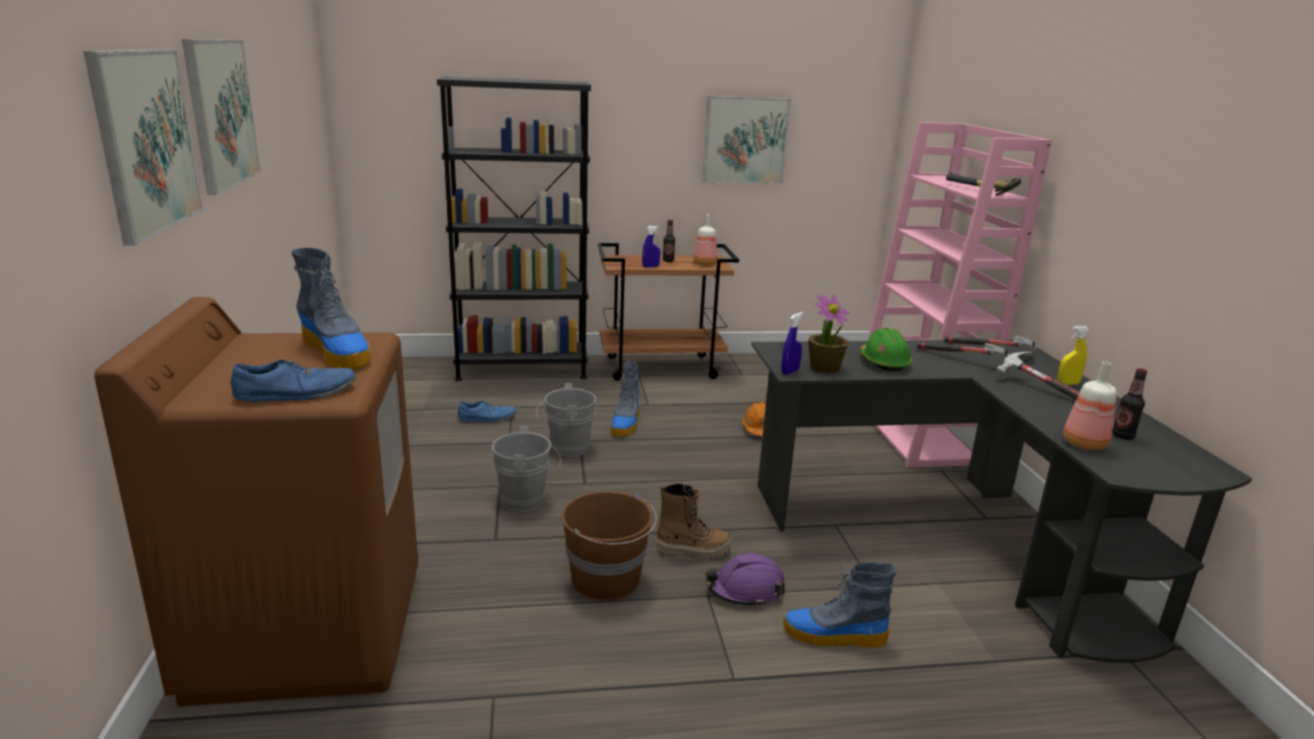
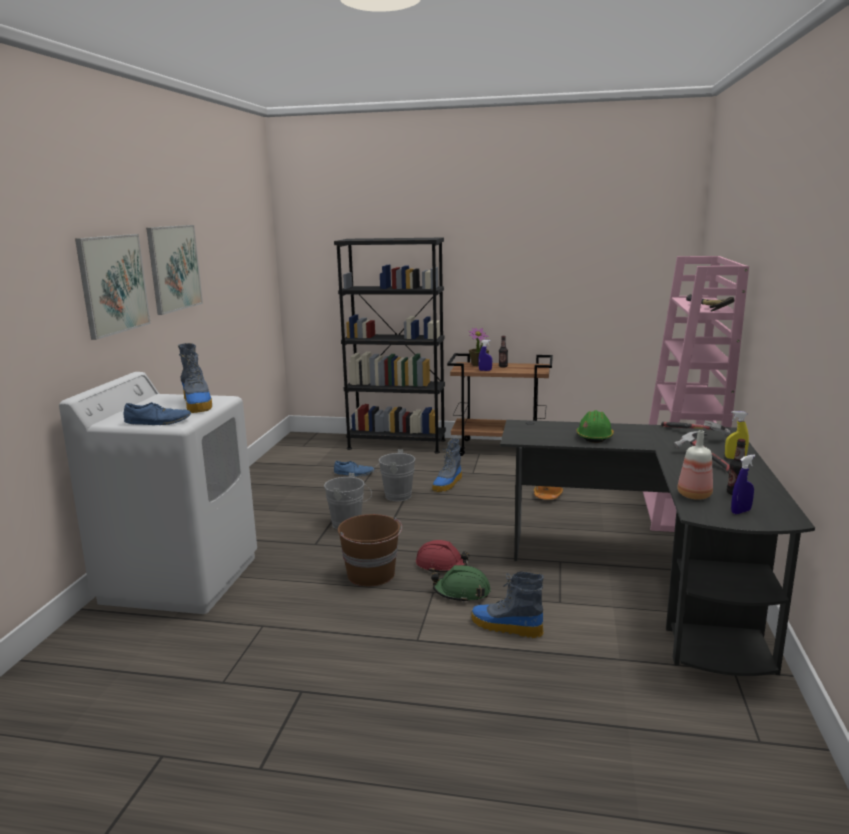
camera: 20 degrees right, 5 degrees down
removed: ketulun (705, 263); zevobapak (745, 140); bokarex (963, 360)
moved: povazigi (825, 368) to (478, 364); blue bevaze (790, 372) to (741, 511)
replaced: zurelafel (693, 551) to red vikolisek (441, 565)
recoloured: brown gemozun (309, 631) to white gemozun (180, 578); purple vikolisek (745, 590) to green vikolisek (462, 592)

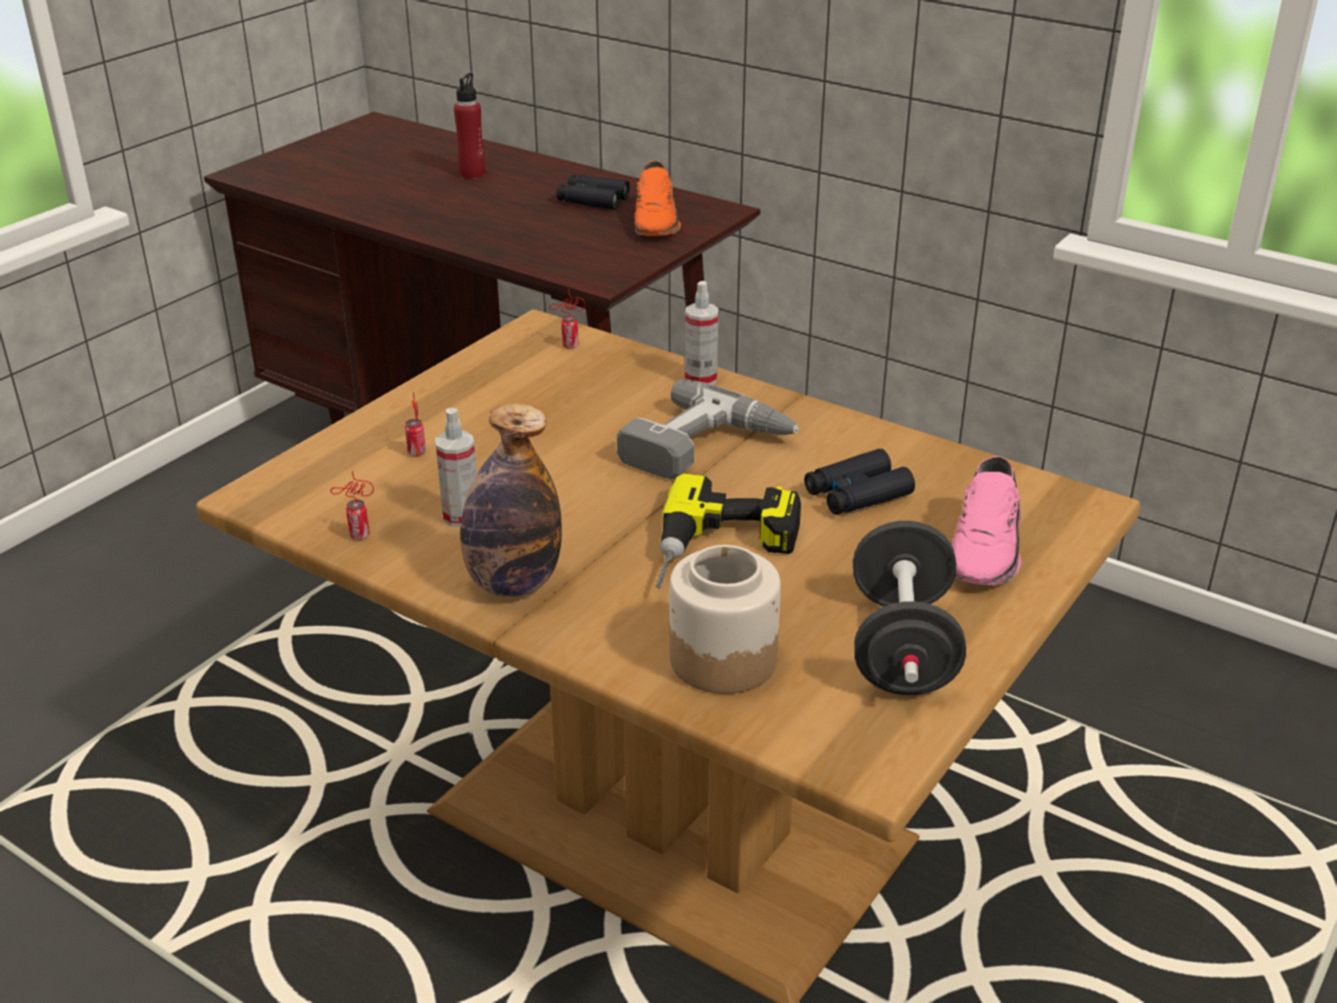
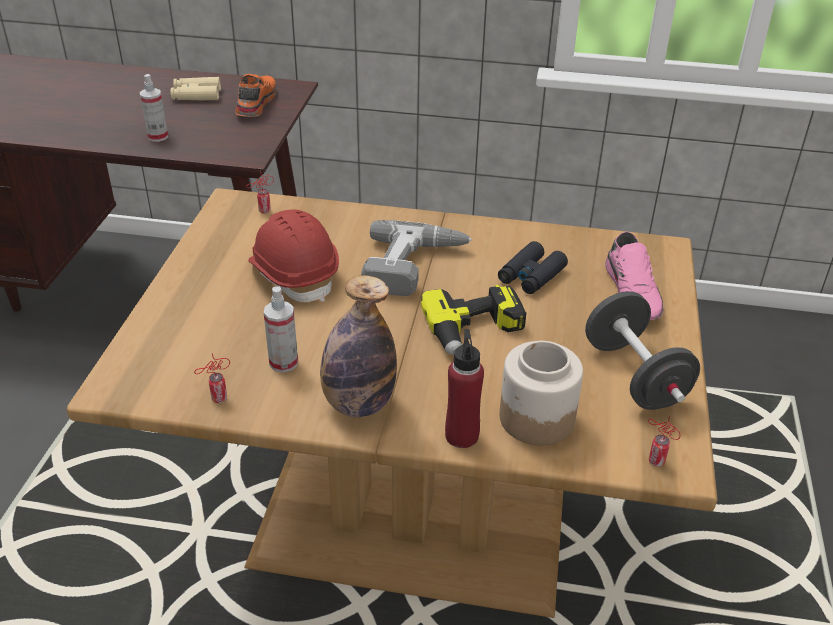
camera: 25 degrees left, 5 degrees up
added: red vikolisek (294, 275)
moved: bevaze (700, 379) to (158, 137); red ketulun (472, 174) to (462, 435); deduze (416, 451) to (654, 460)
recoloured: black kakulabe (593, 200) to beige kakulabe (196, 95)
turned: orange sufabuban (658, 221) = (254, 103) 150 degrees counterclockwise

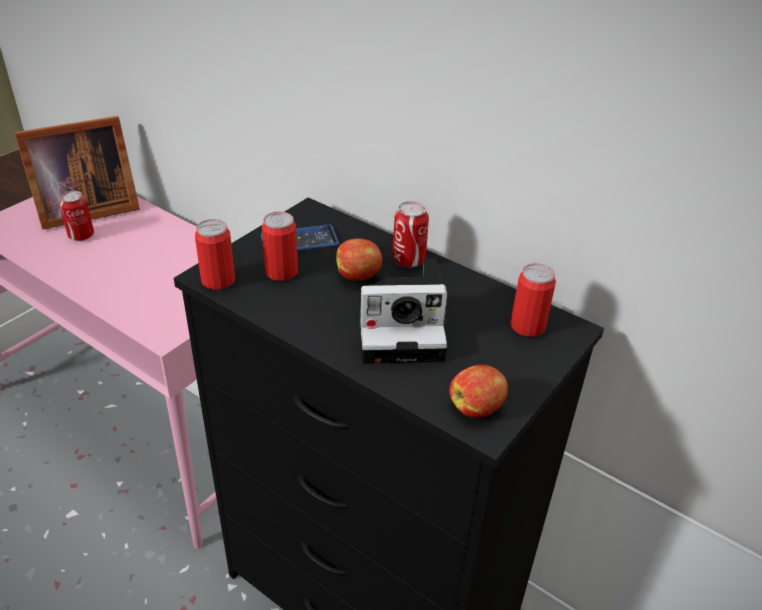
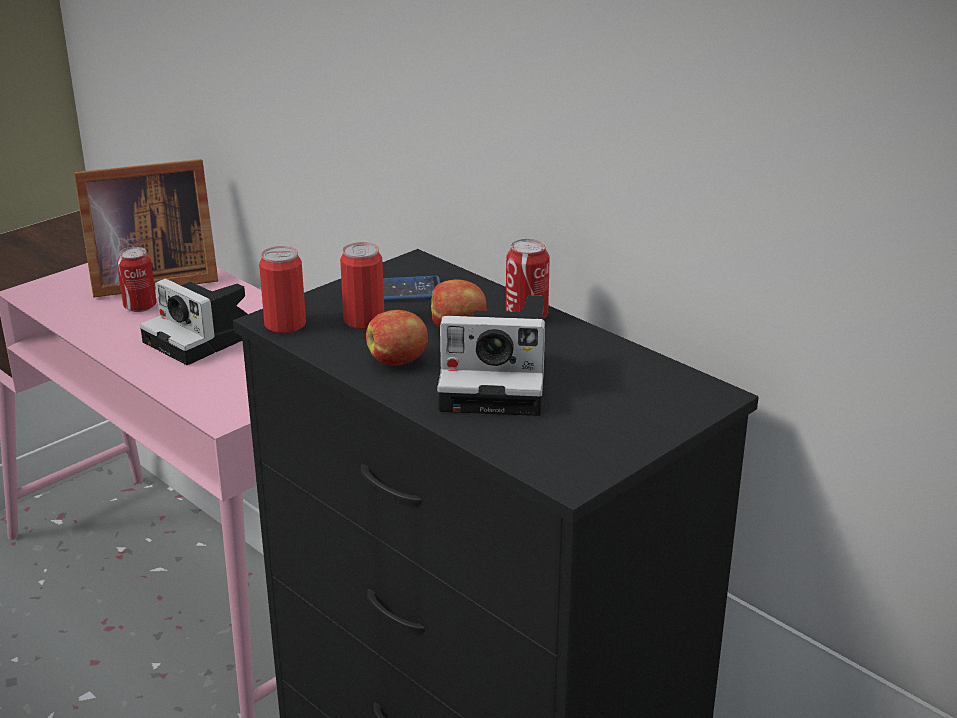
camera: 10 degrees right, 10 degrees down
removed: deduze (527, 326)
added: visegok (205, 338)
moved: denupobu (476, 408) to (398, 361)

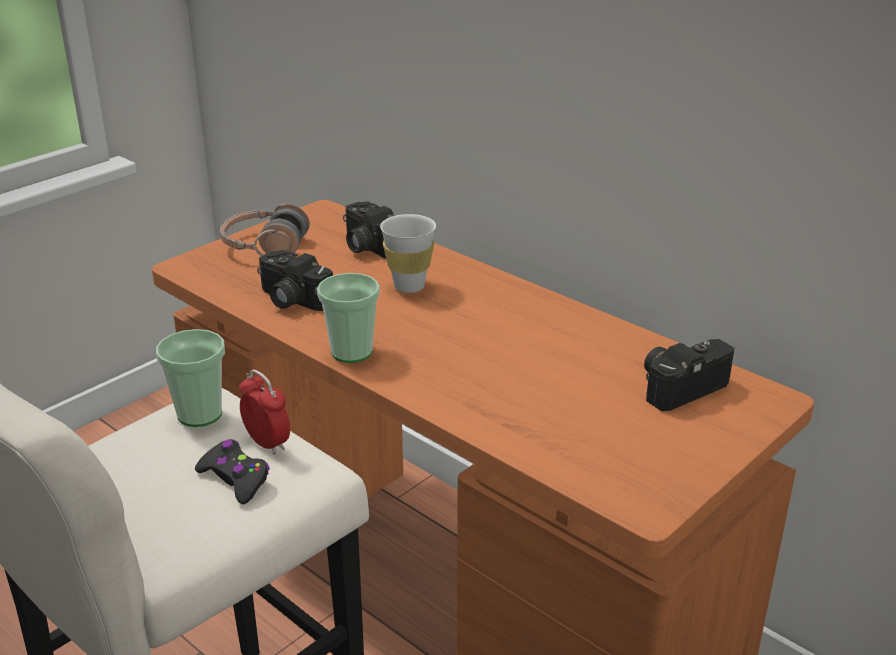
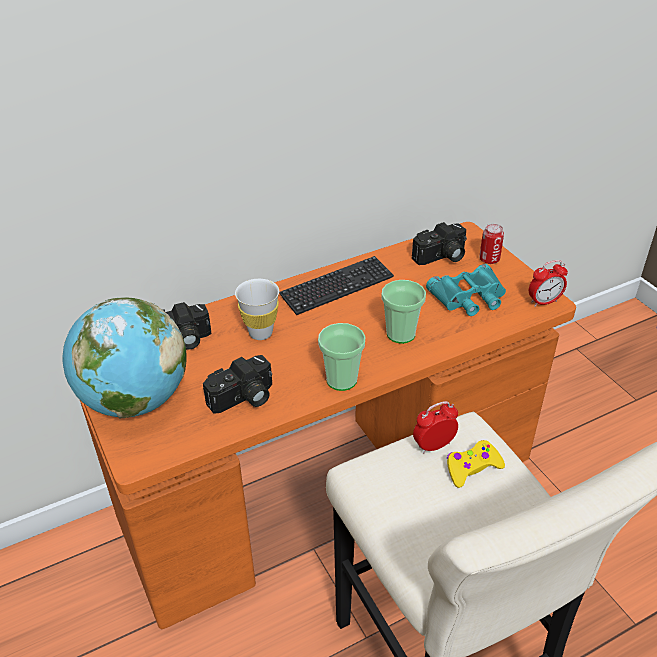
camera: 70 degrees left, 10 degrees up
added: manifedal (337, 287); turquoise kakulabe (469, 297); deduze (489, 259); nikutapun (544, 302)
moved: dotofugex (200, 414) to (401, 334)
replaced: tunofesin (265, 246) to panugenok (135, 400)
recoloured: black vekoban (235, 479) to yellow vekoban (472, 468)
turned: visegok (680, 386) = (441, 257) 105 degrees counterclockwise

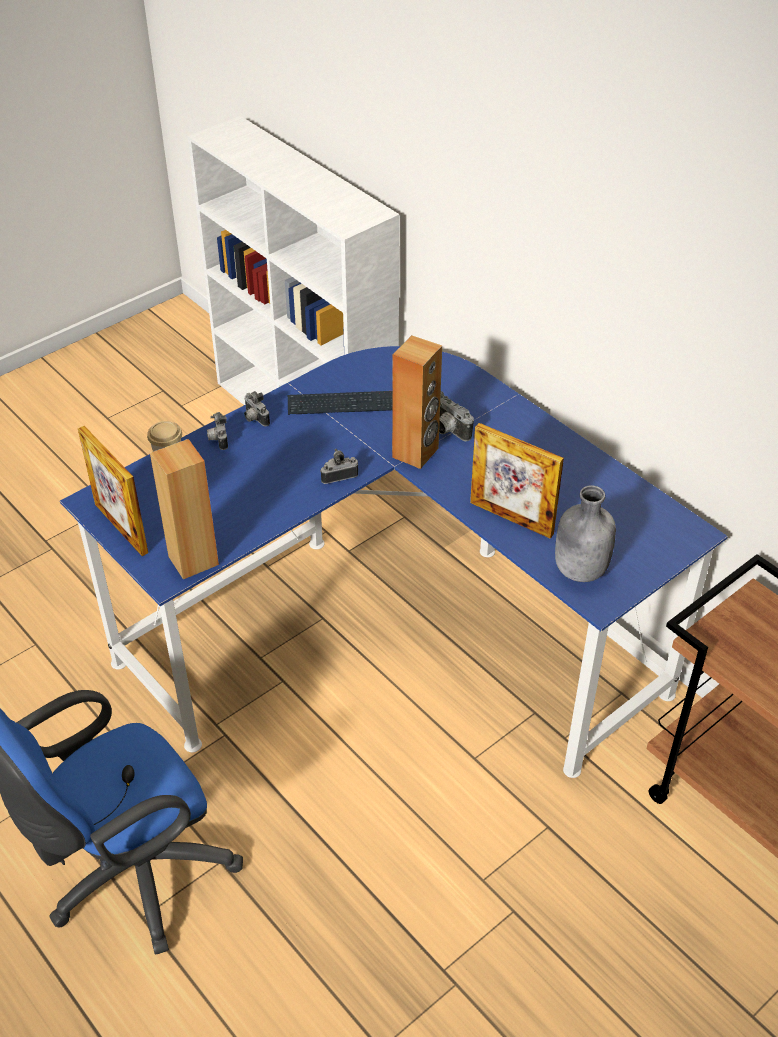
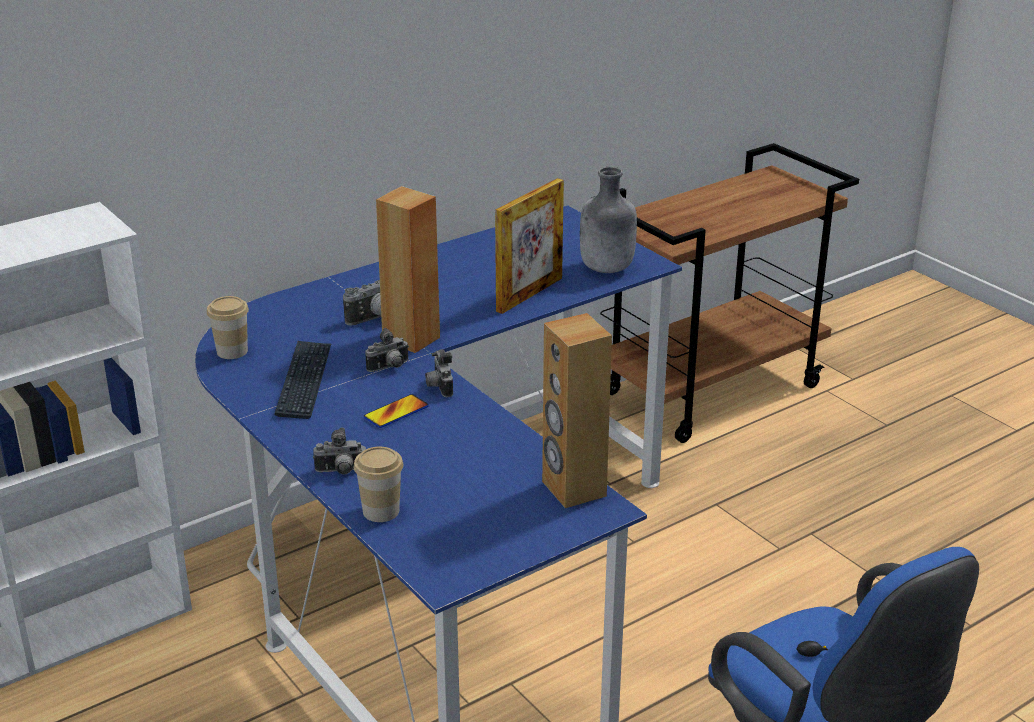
camera: 85 degrees left, 15 degrees down
removed: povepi (121, 528)
added: dotofugex (232, 351); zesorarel (396, 412)
moved: visegok (254, 419) to (389, 368)

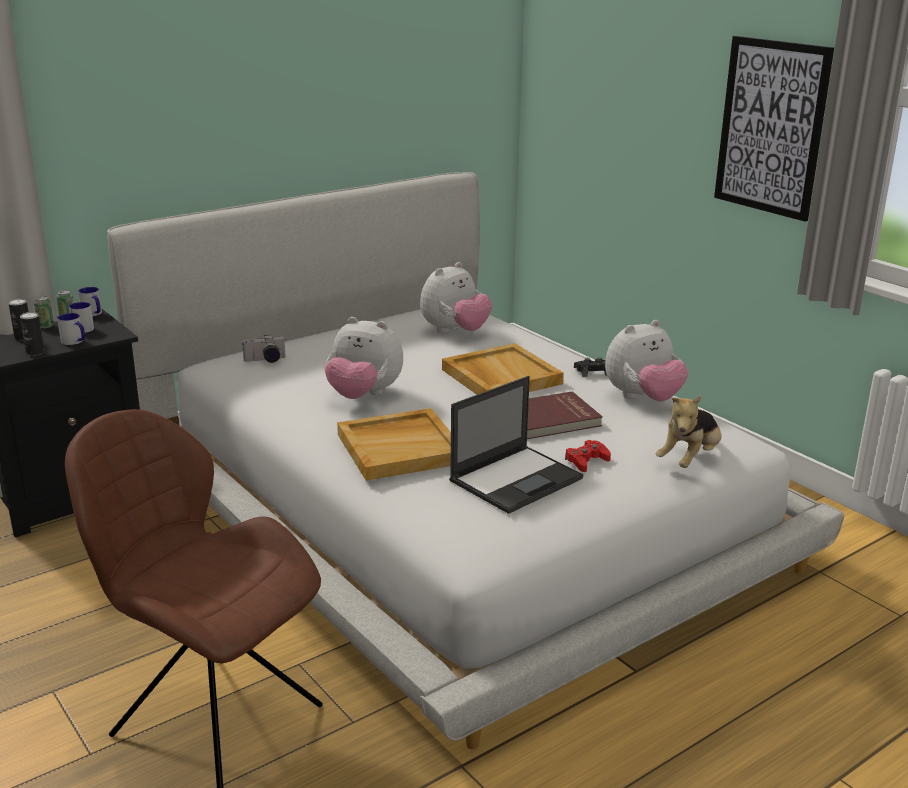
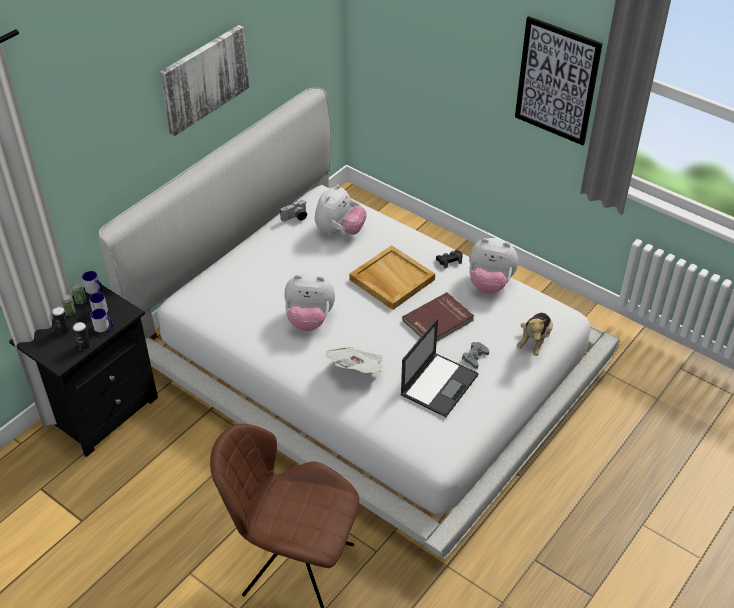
camera: 15 degrees left, 20 degrees up
added: zevobapak (204, 78)
moved: visegok (265, 360) to (295, 218)
replaced: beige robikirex (400, 448) to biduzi (357, 370)
recoloured: red vekoban (586, 461) to grey vekoban (475, 357)
turned: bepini (642, 398) = (489, 284) 60 degrees clockwise

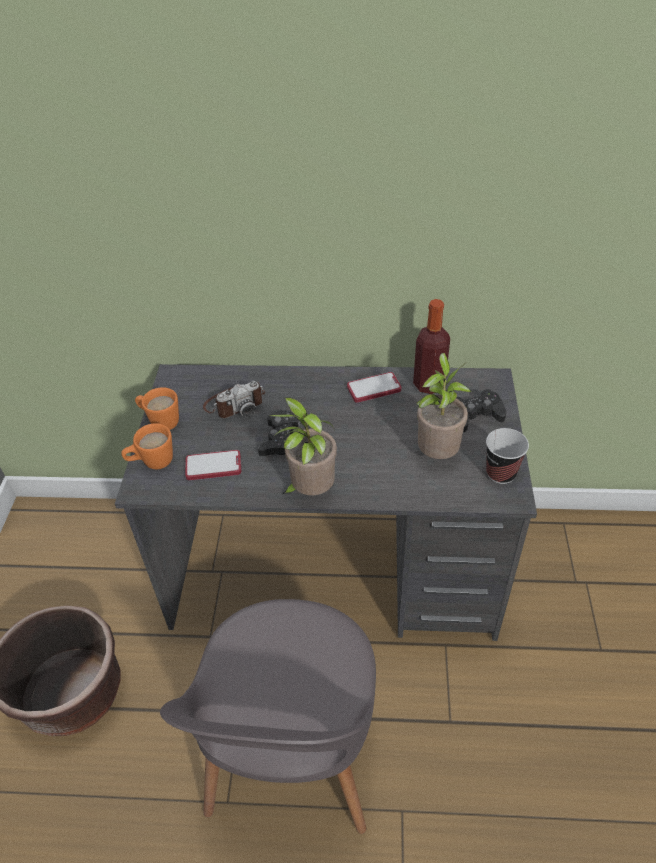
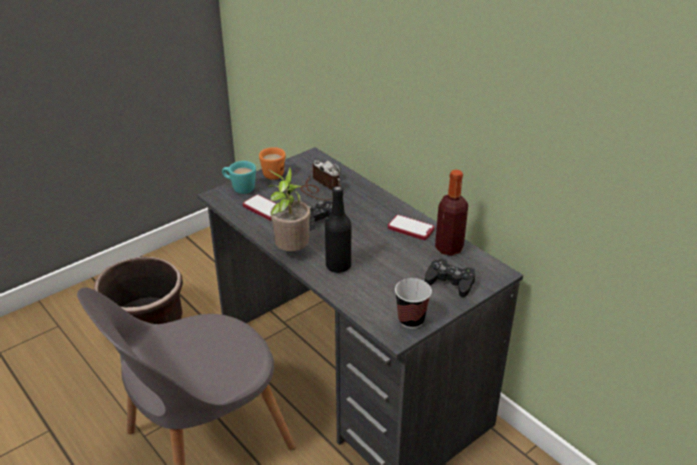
camera: 45 degrees right, 10 degrees down
removed: povazigi (437, 453)
added: black ketulun (338, 266)
recoloured: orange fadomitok (152, 462) to turquoise fadomitok (239, 188)
turned: visegok (235, 404) = (321, 188) 150 degrees counterclockwise

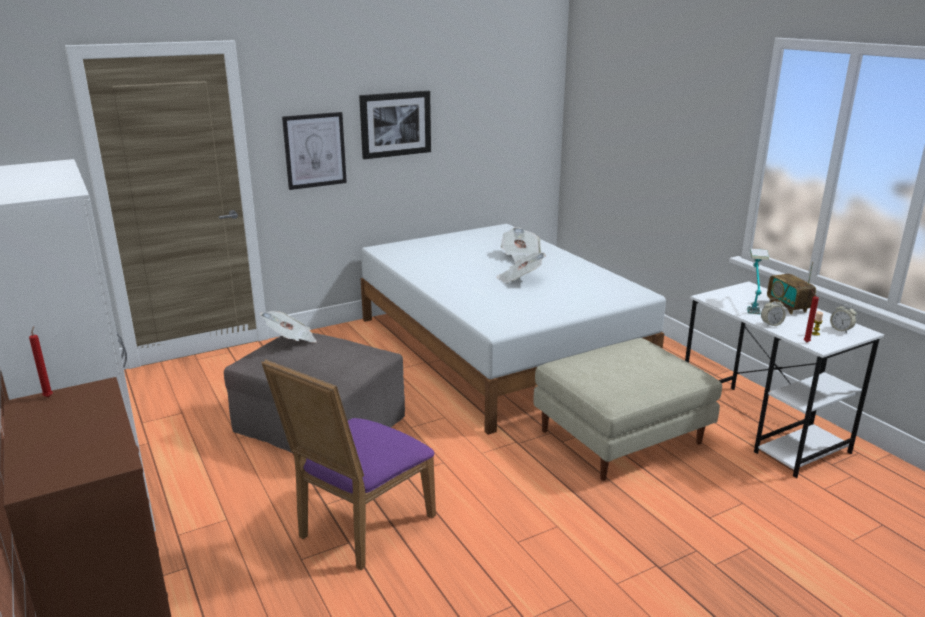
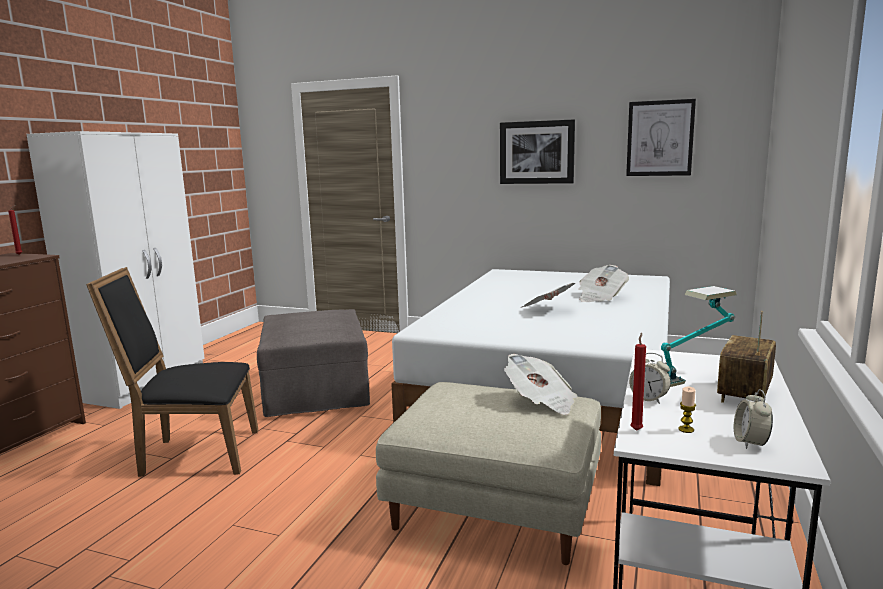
camera: 50 degrees right, 10 degrees down
moved: biduzi (291, 340) to (541, 402); zevobapak (315, 150) to (660, 138)
recoloured: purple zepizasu (359, 528) to black zepizasu (193, 454)

